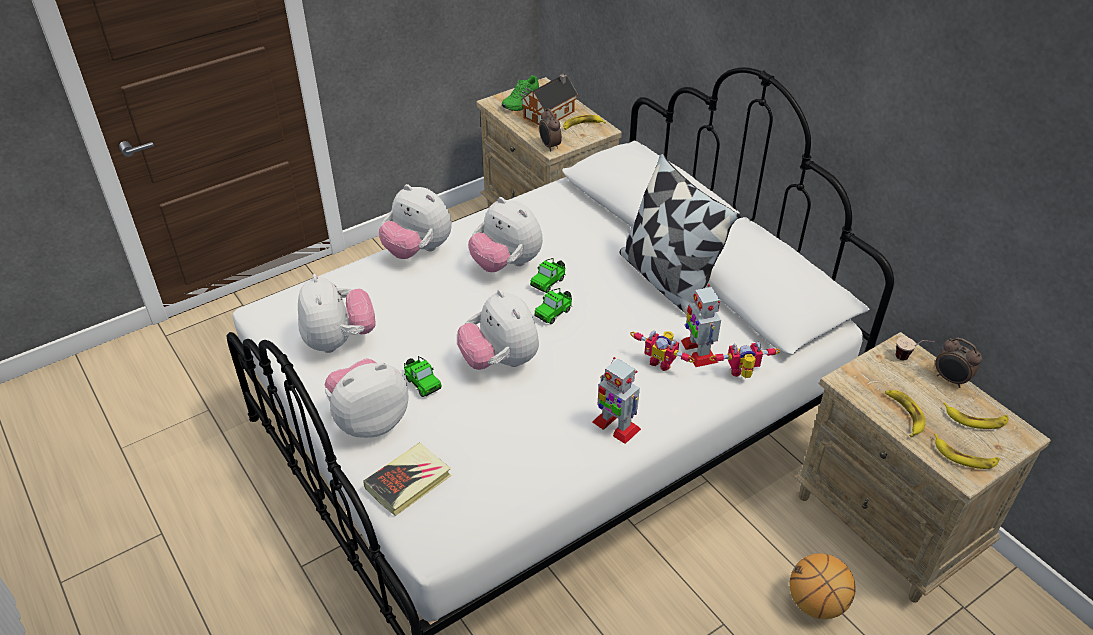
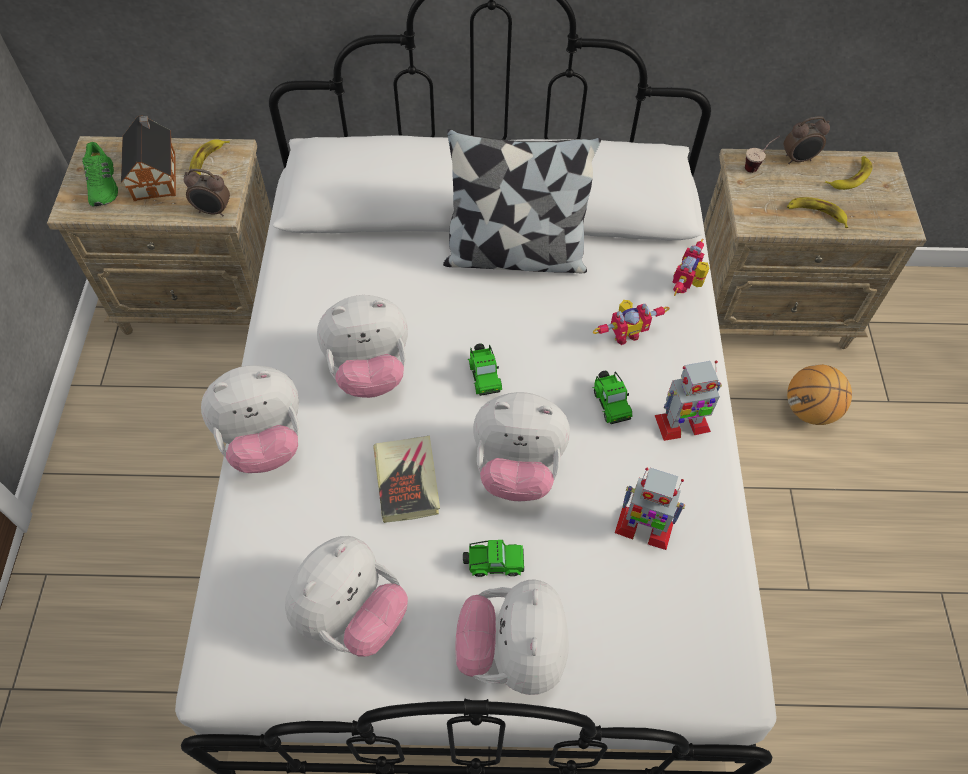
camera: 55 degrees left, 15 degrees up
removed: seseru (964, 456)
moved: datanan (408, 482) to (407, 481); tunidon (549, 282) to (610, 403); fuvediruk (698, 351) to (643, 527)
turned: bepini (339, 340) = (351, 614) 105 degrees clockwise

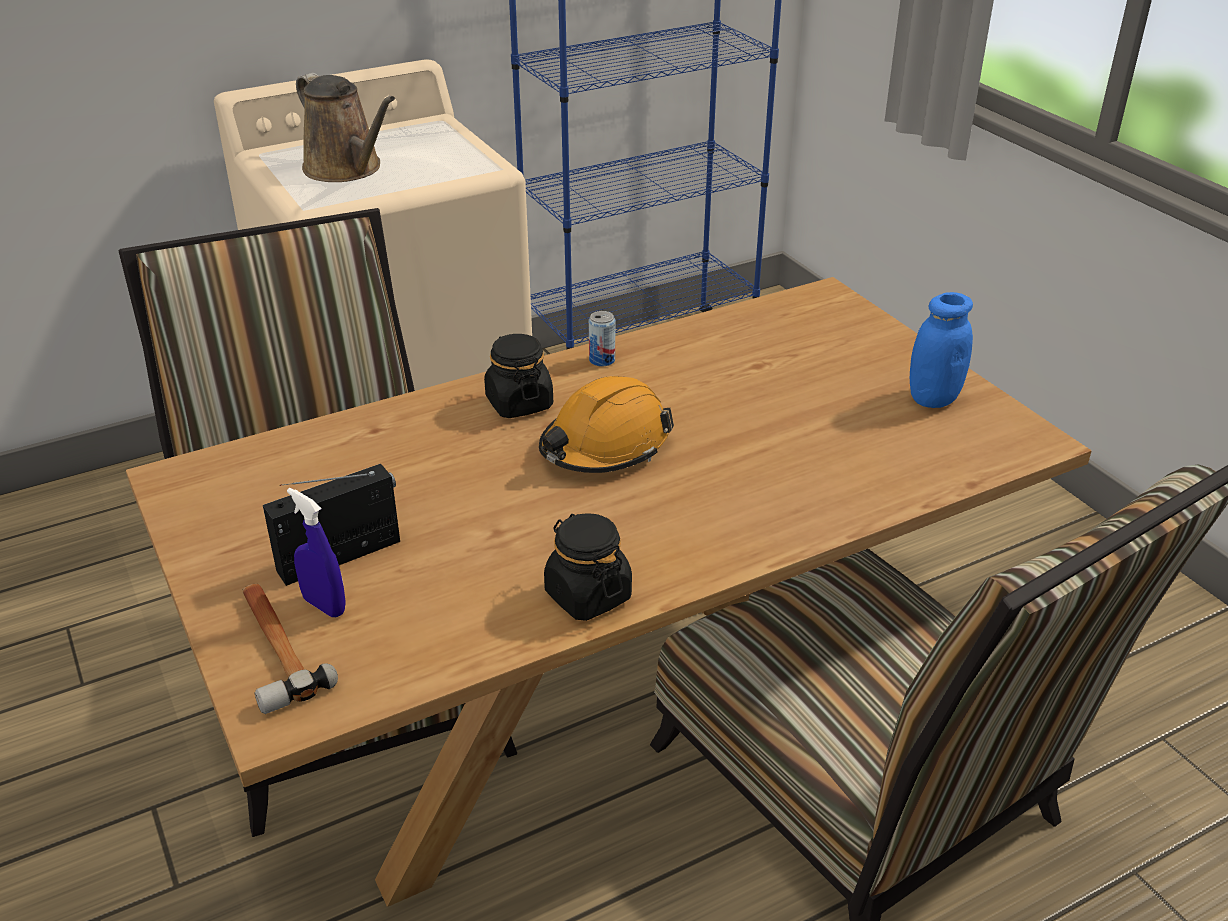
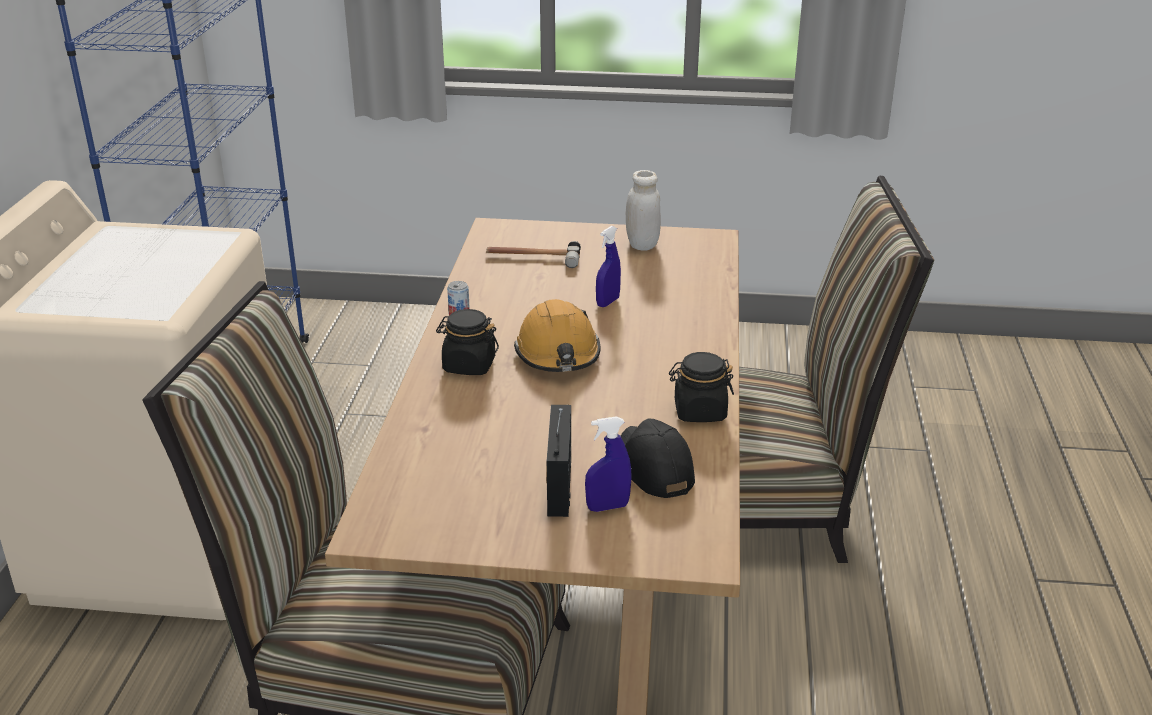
camera: 55 degrees left, 5 degrees down
removed: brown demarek (347, 169)
added: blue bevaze (608, 302); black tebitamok (653, 468)
moved: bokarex (274, 648) to (533, 258)
recoloured: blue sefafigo (933, 398) to white sefafigo (642, 245)

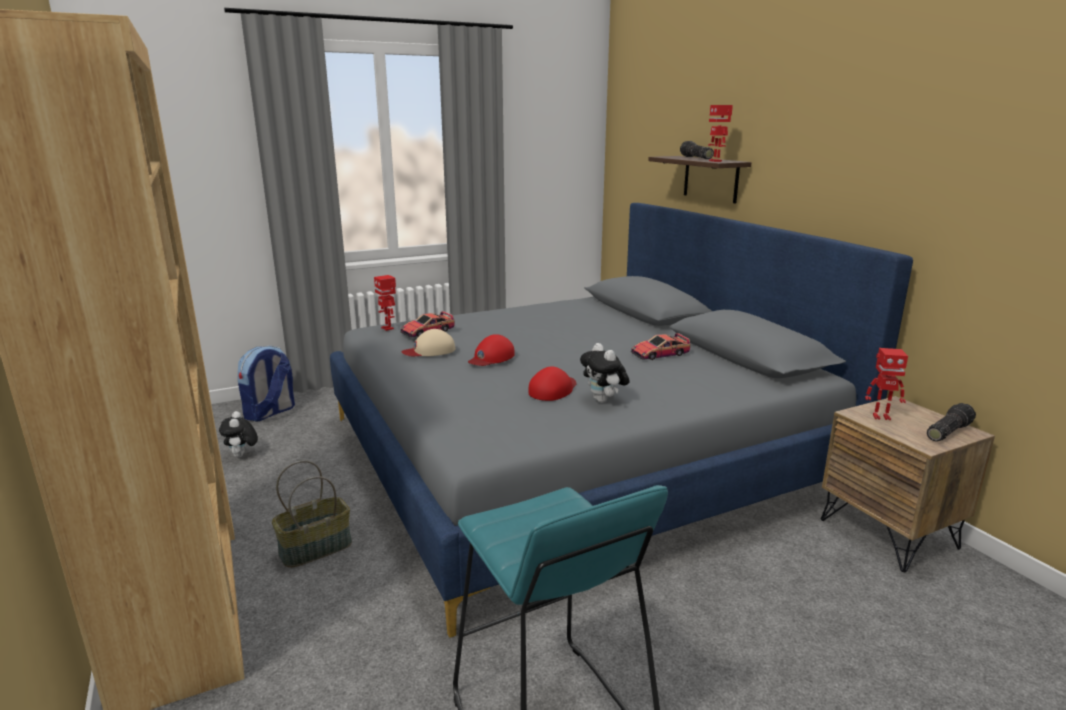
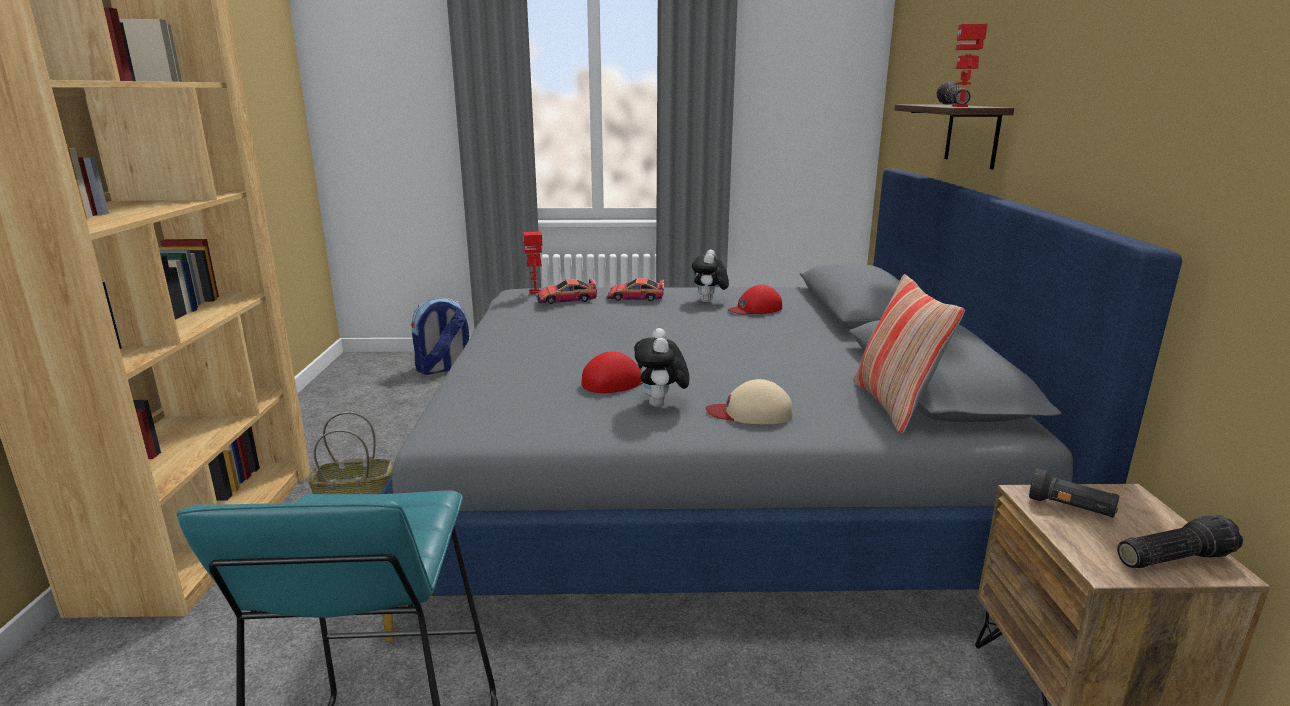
camera: 25 degrees right, 0 degrees up
added: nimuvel (894, 405)
moved: tunidon (659, 354) to (635, 297); bepini (242, 456) to (709, 302); beige tebitamok (429, 351) to (750, 413); red tebitamok (491, 358) to (755, 309)
replaced: fuvediruk (880, 416) to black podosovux (1071, 508)

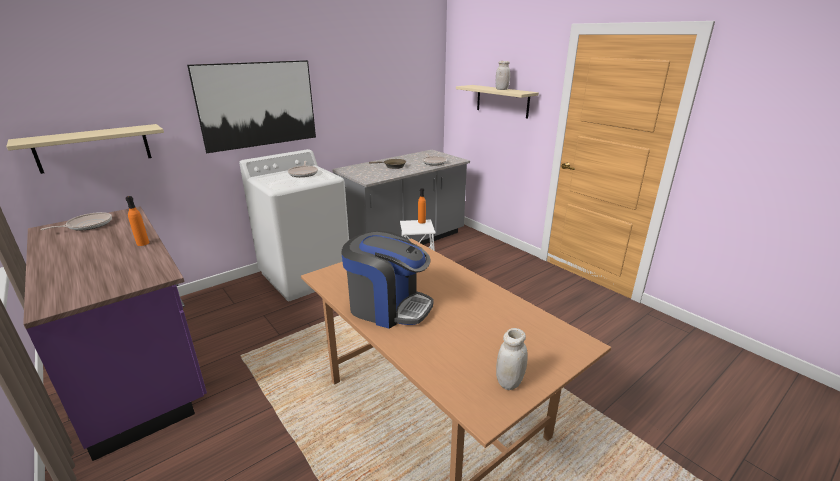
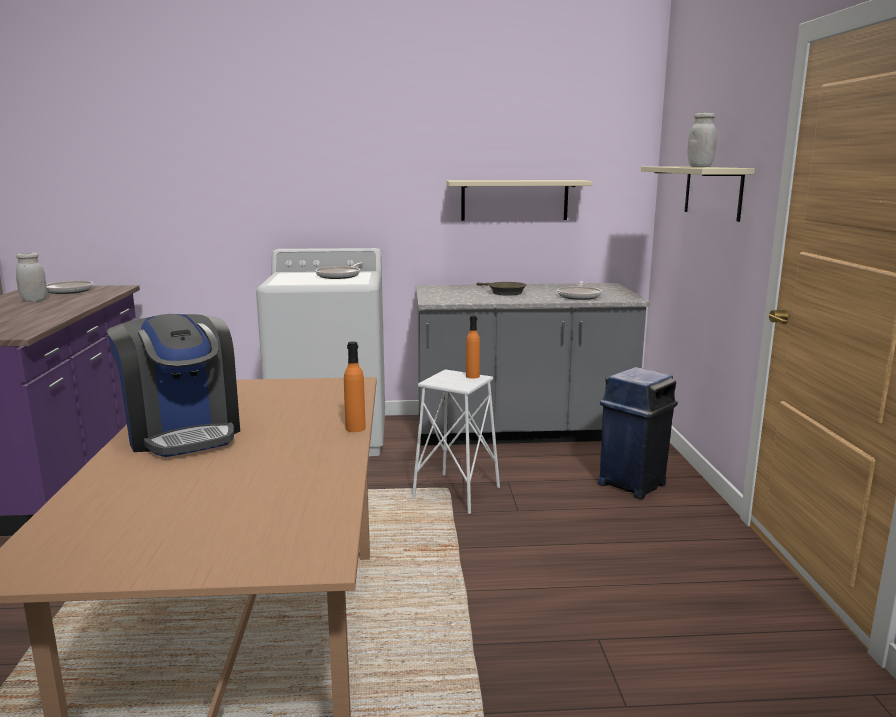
camera: 35 degrees right, 10 degrees down
removed: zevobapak (258, 105)
added: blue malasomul (632, 484)
moved: white sefafigo (509, 382) to (34, 300); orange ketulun (143, 243) to (355, 428); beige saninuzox (93, 148) to (514, 200)

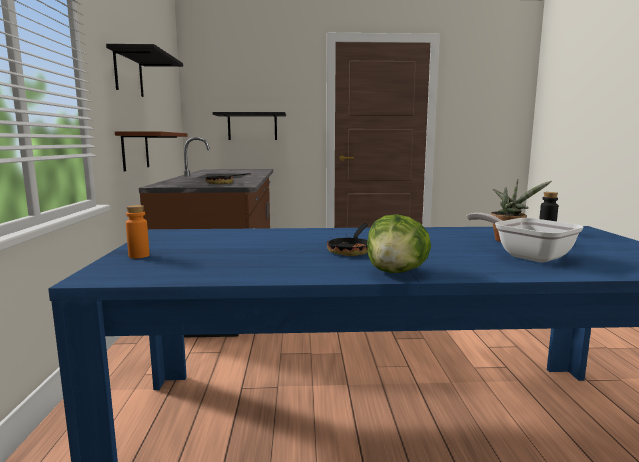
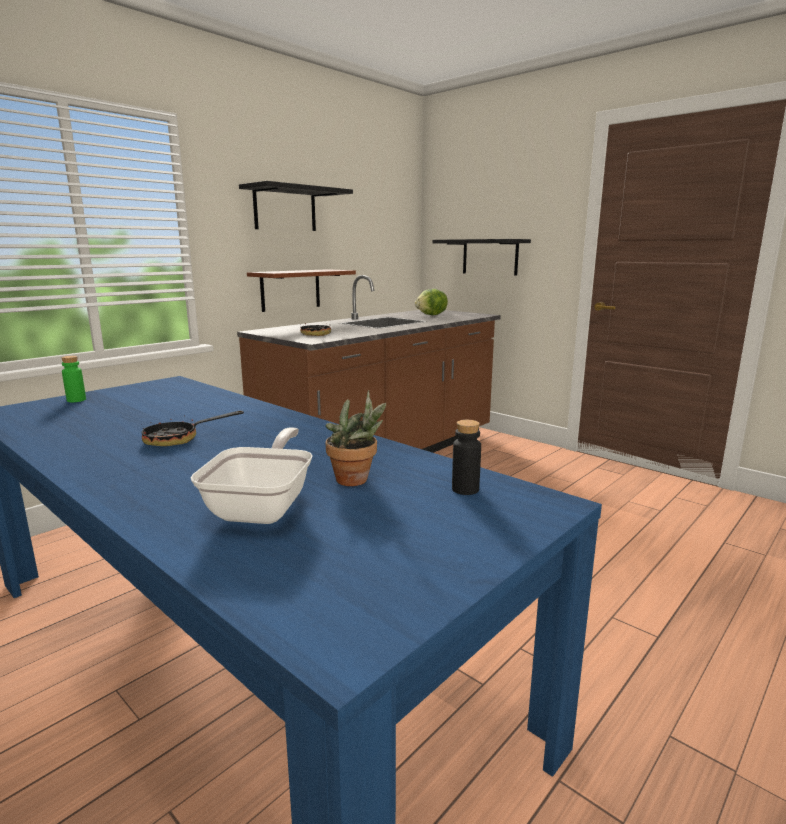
camera: 45 degrees right, 5 degrees up
moved: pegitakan (396, 272) to (432, 315)
recoloured: orange ketulun (139, 256) to green ketulun (76, 400)

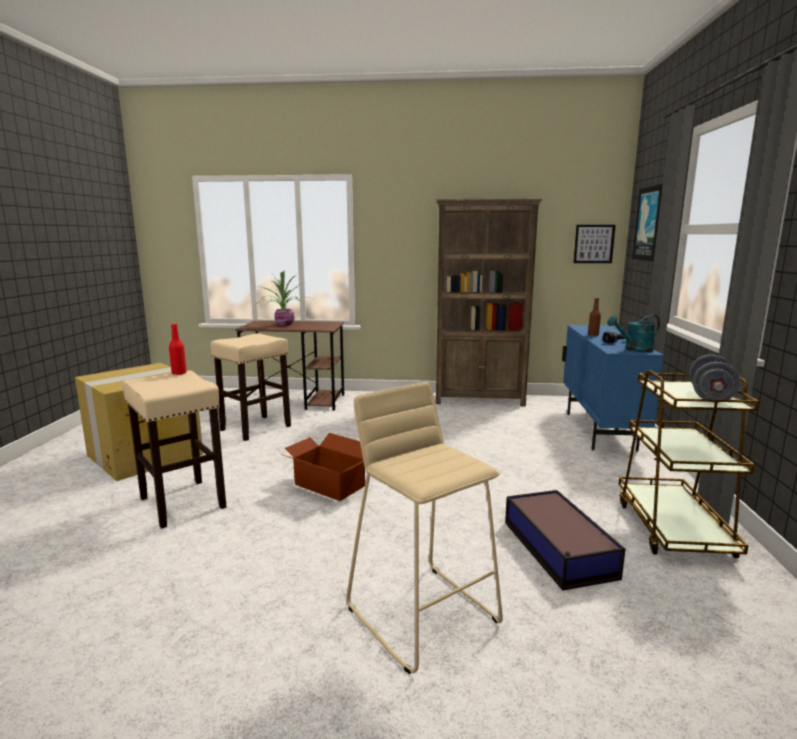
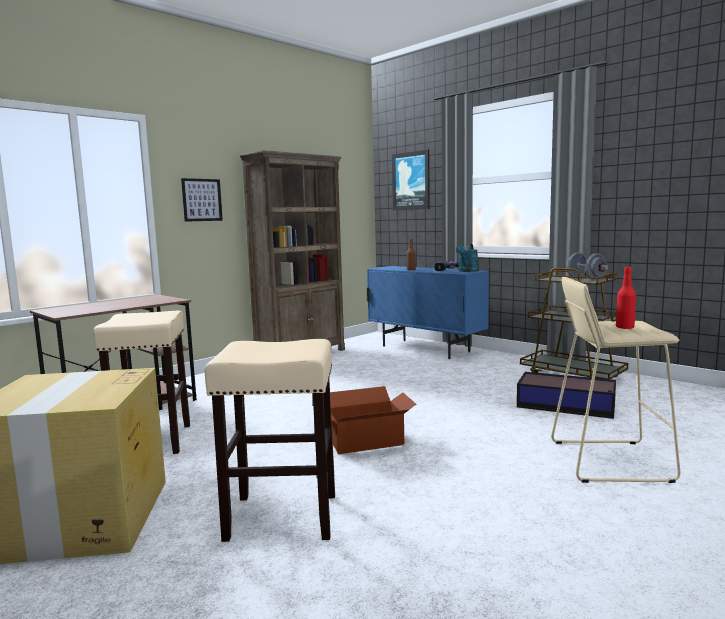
camera: 50 degrees left, 5 degrees down
removed: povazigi (283, 325)
moved: zevobapak (594, 244) to (202, 200); red ketulun (179, 373) to (624, 327)

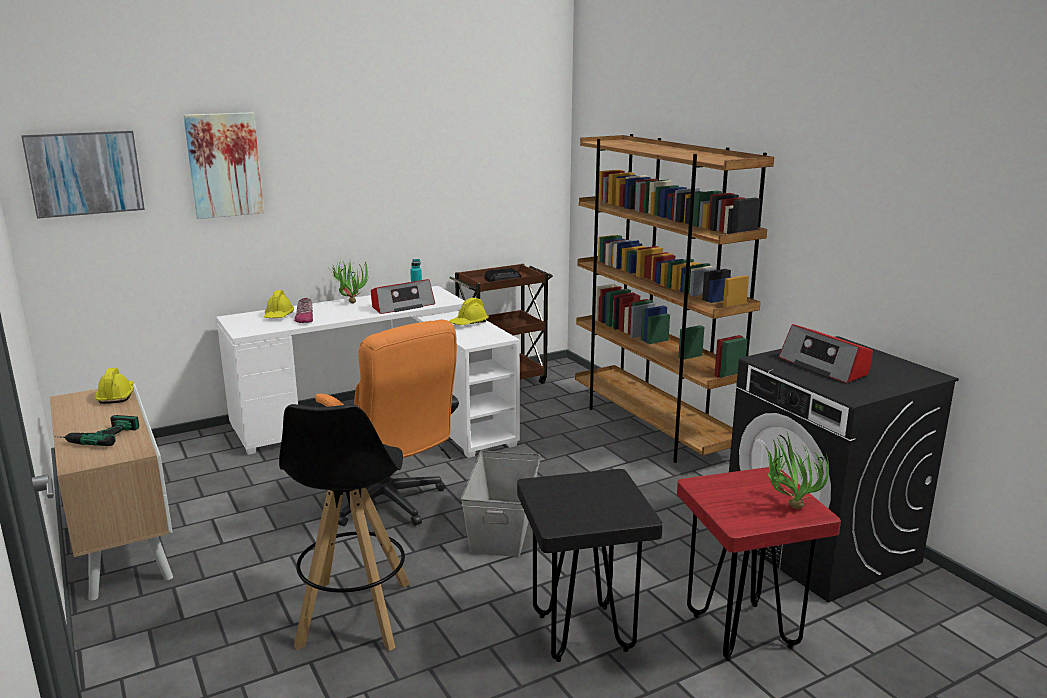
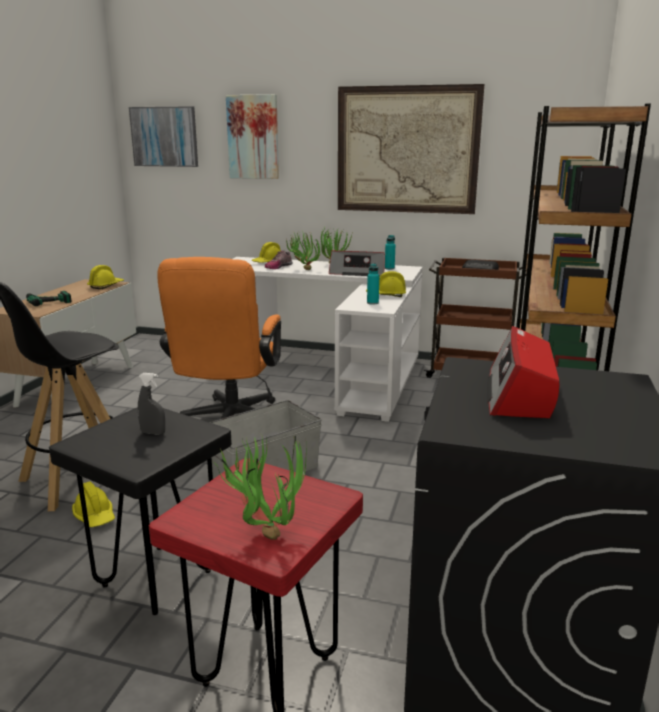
camera: 45 degrees right, 0 degrees up
added: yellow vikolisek (95, 516); grey bevaze (153, 433); povazigi (303, 269); zevobapak (407, 150); turquoise ketulun (372, 303)

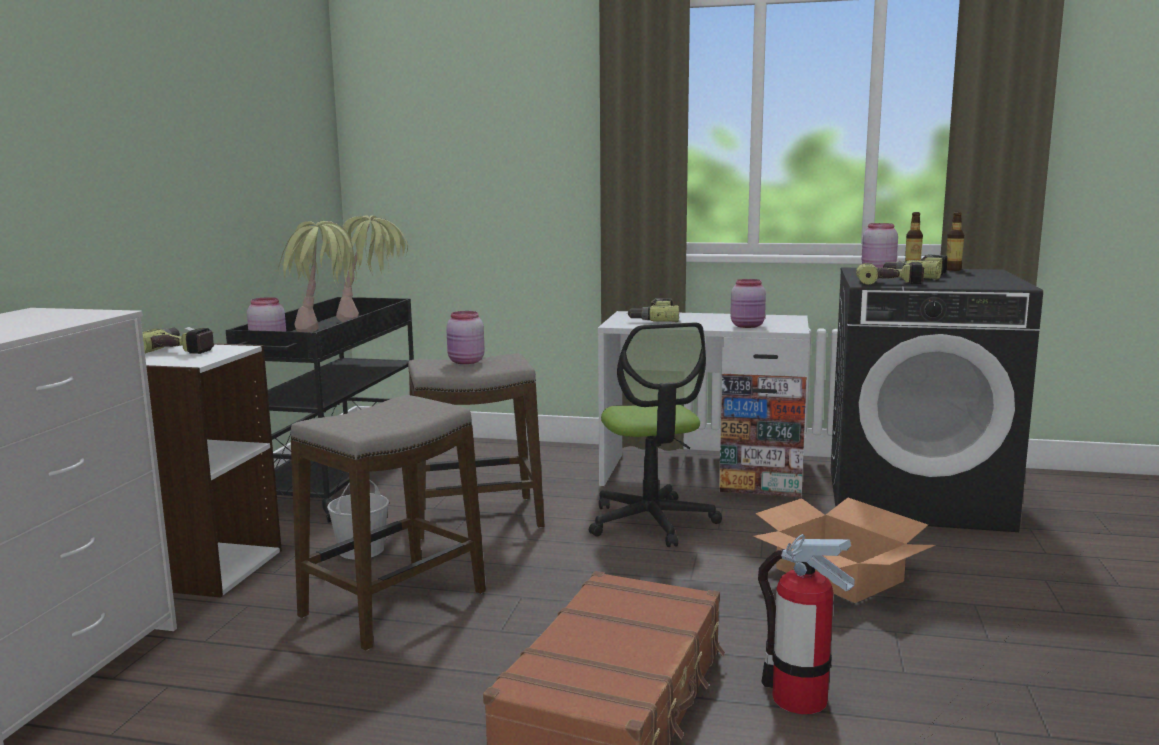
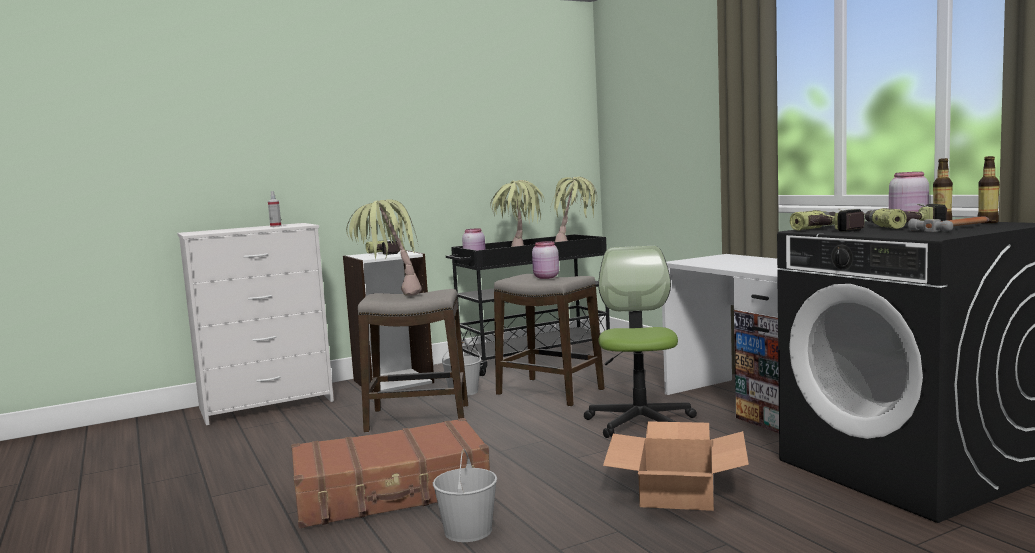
camera: 50 degrees right, 5 degrees down
removed: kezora (653, 318); pink sefafigo (748, 326)
added: bevaze (275, 226); povazigi (389, 298); bokarex (955, 228)
replaced: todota (798, 698) to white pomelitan (468, 531)
turned: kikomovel (651, 522) = (640, 422) 150 degrees clockwise

